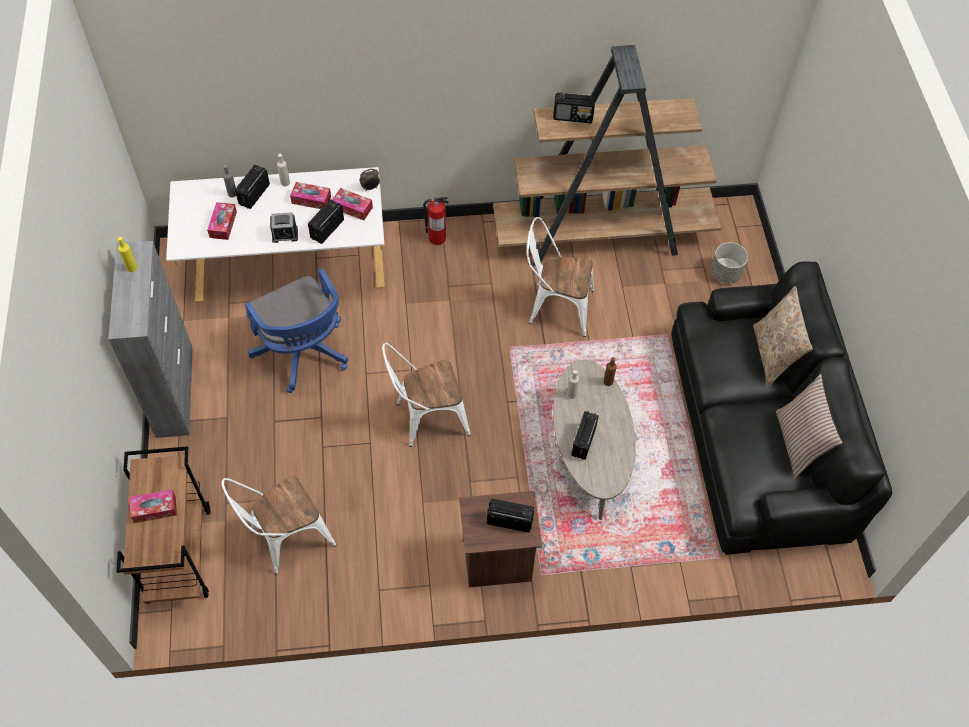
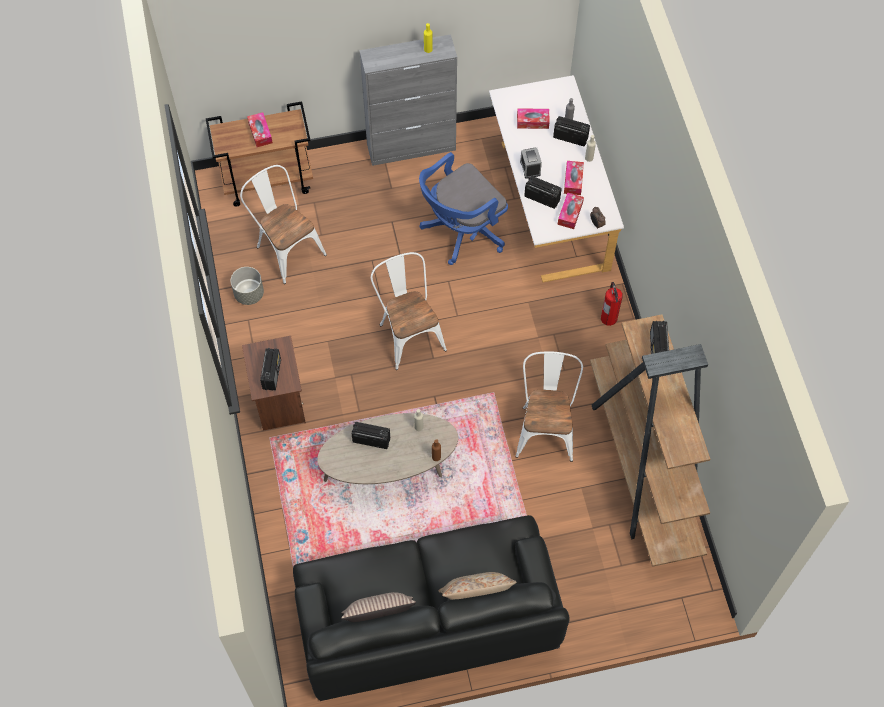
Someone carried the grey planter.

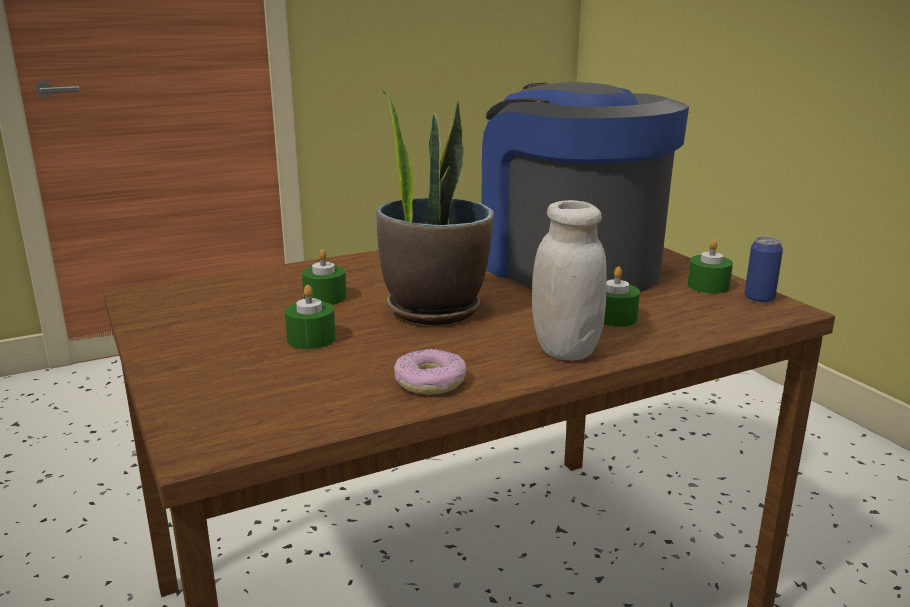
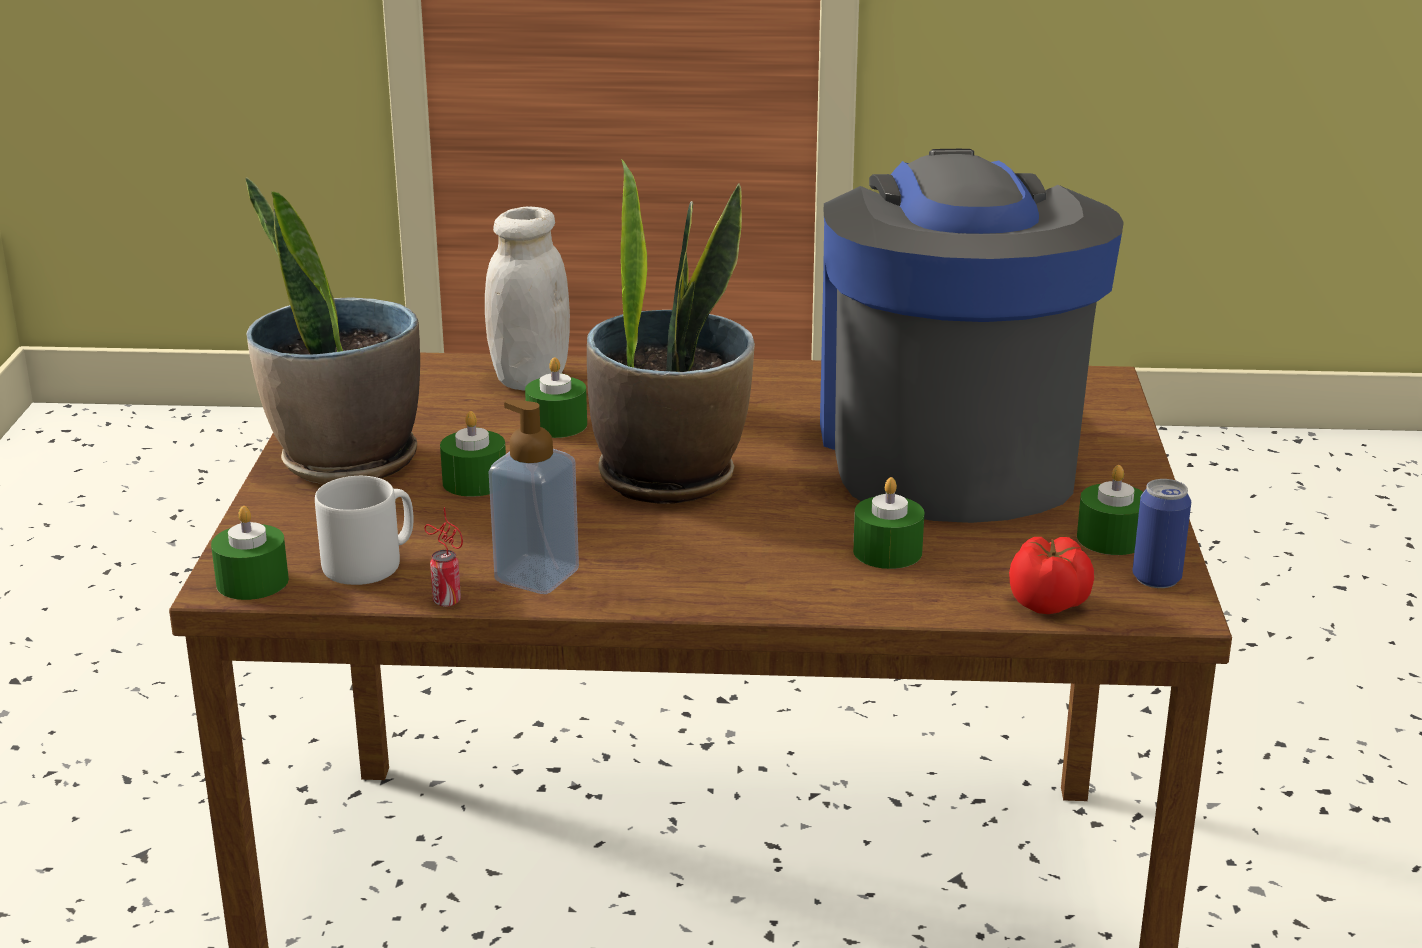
Someone carried the white jar. Someone swapped the donut for the soap dispenser. Someone put down the potted plant (no. 1 from left). Someone put down the grey mug. Someone put down the green candle (no. 1 from left). Someone put down the can (no. 1 from left). Someone put down the tomato.

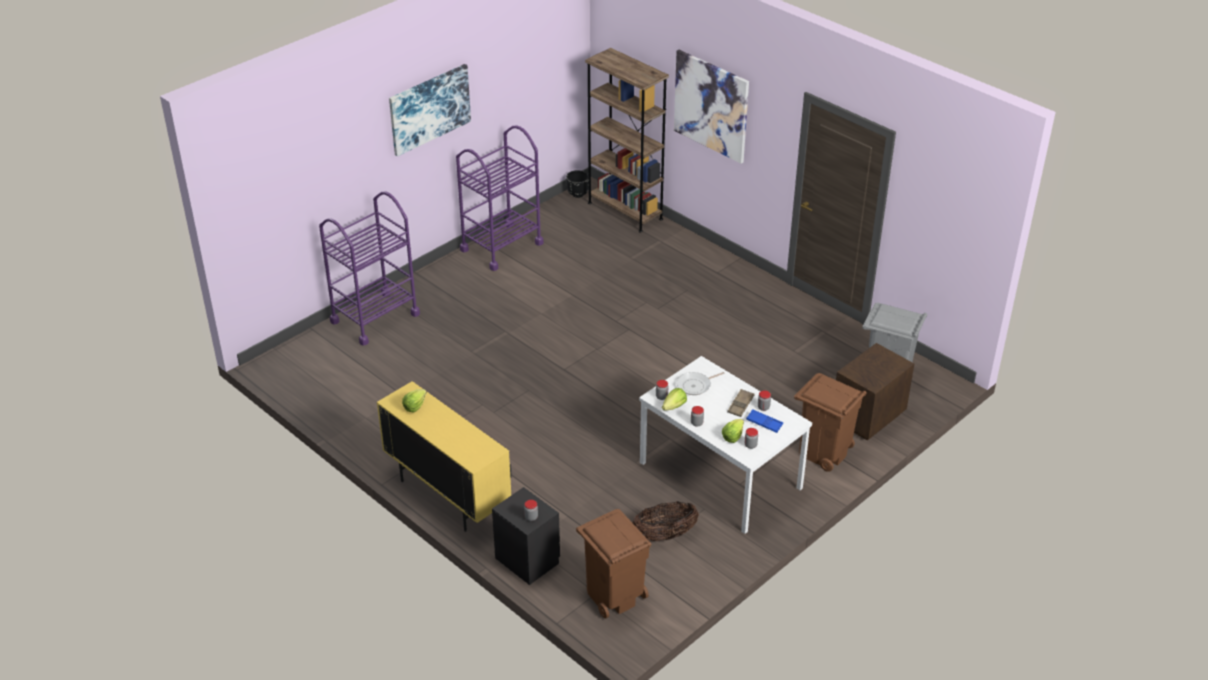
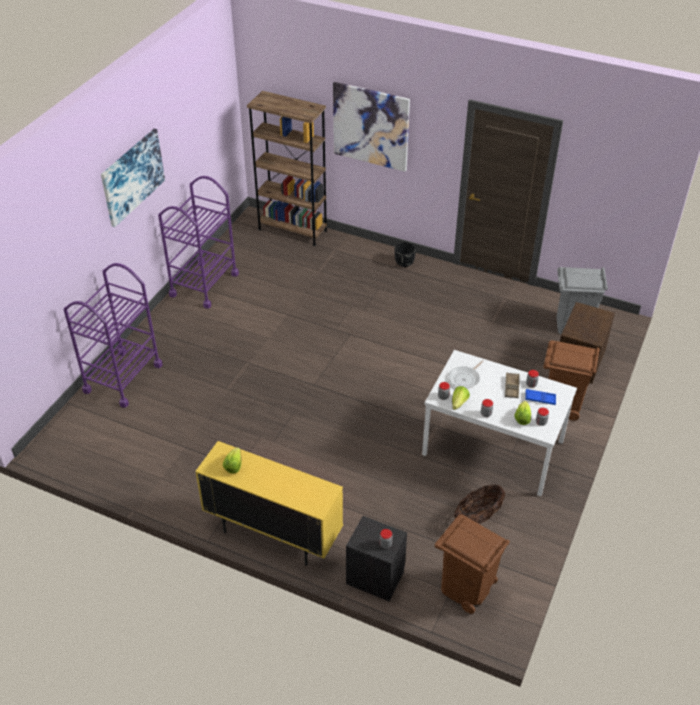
Someone carried the black planter.

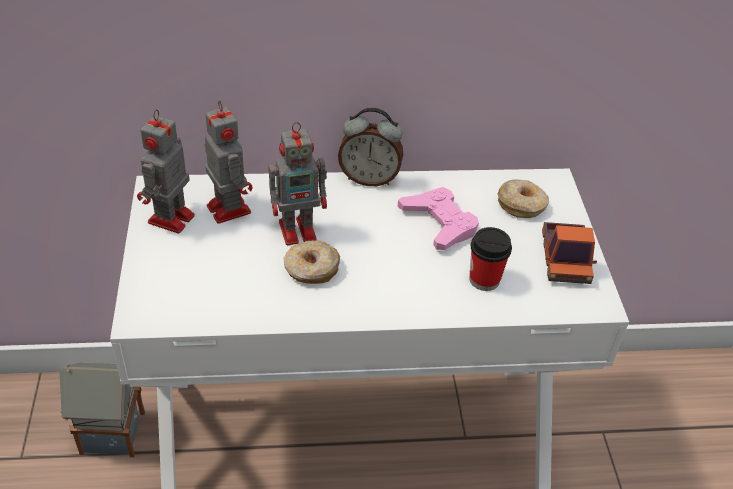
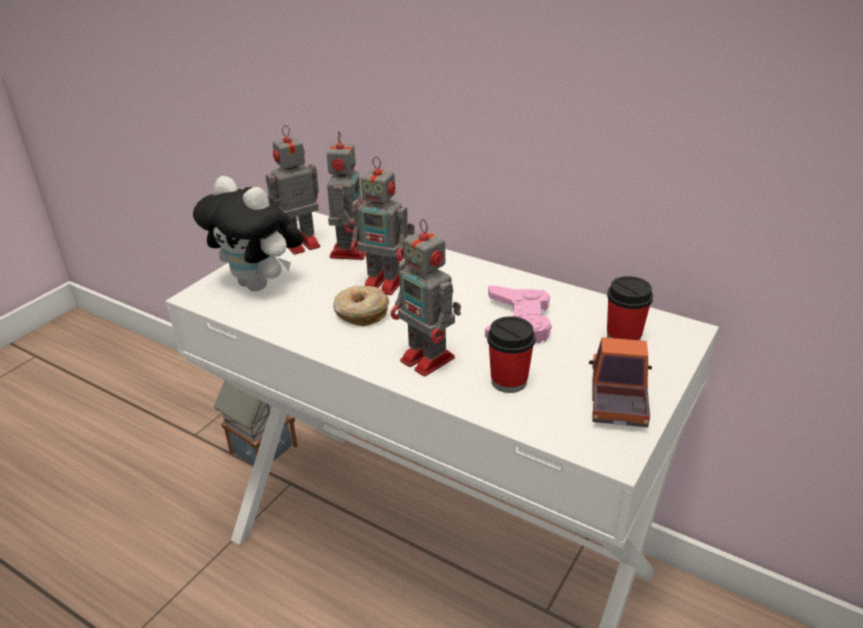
Someone took away the alarm clock. Someone swapped the donut (no. 2 from left) for the cup (no. 2 from left). Someone rotated the toy truck by 150 degrees clockwise. Someone put down the plush toy. Someone put down the toy robot (no. 4 from left).

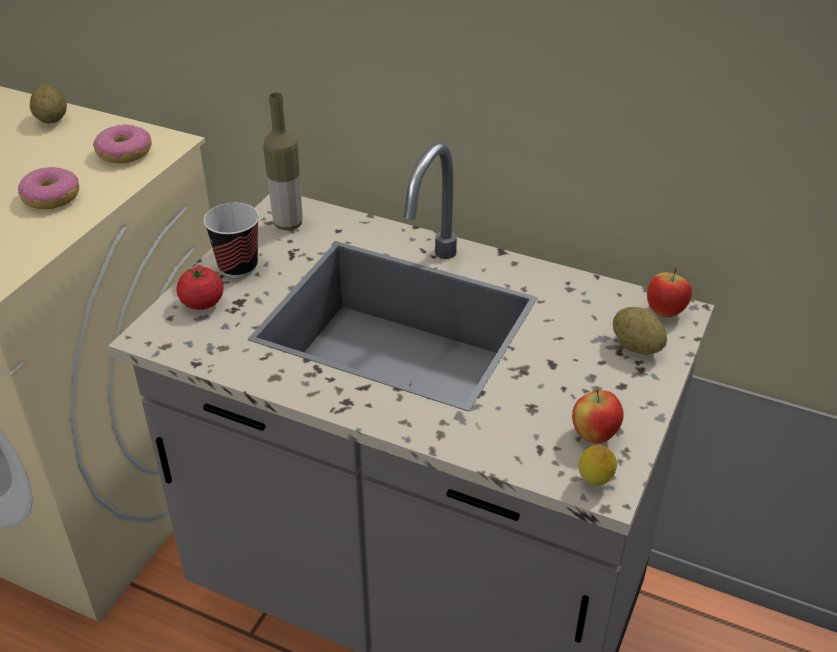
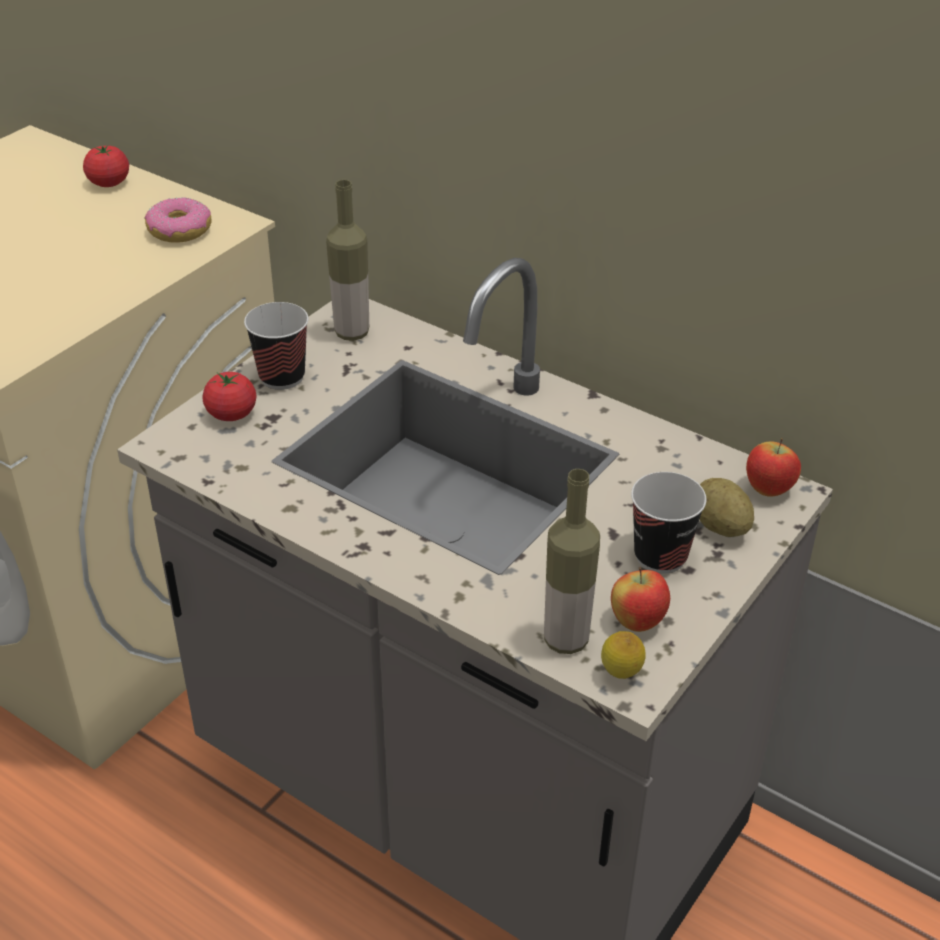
Someone swapped the potato (no. 1 from left) for the tomato (no. 1 from left). Someone took away the donut (no. 1 from left). Someone put down the bottle (no. 2 from left). Someone put down the cup (no. 2 from left).

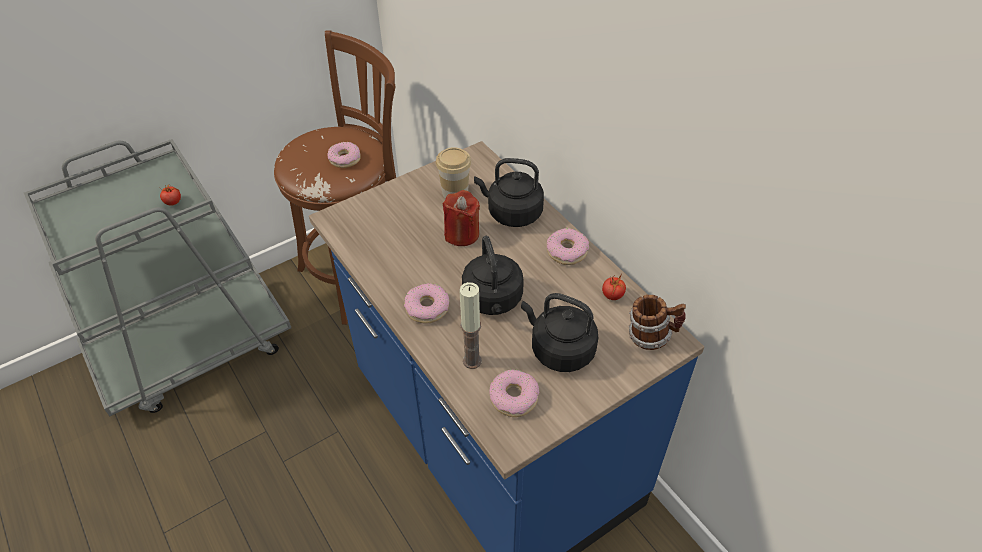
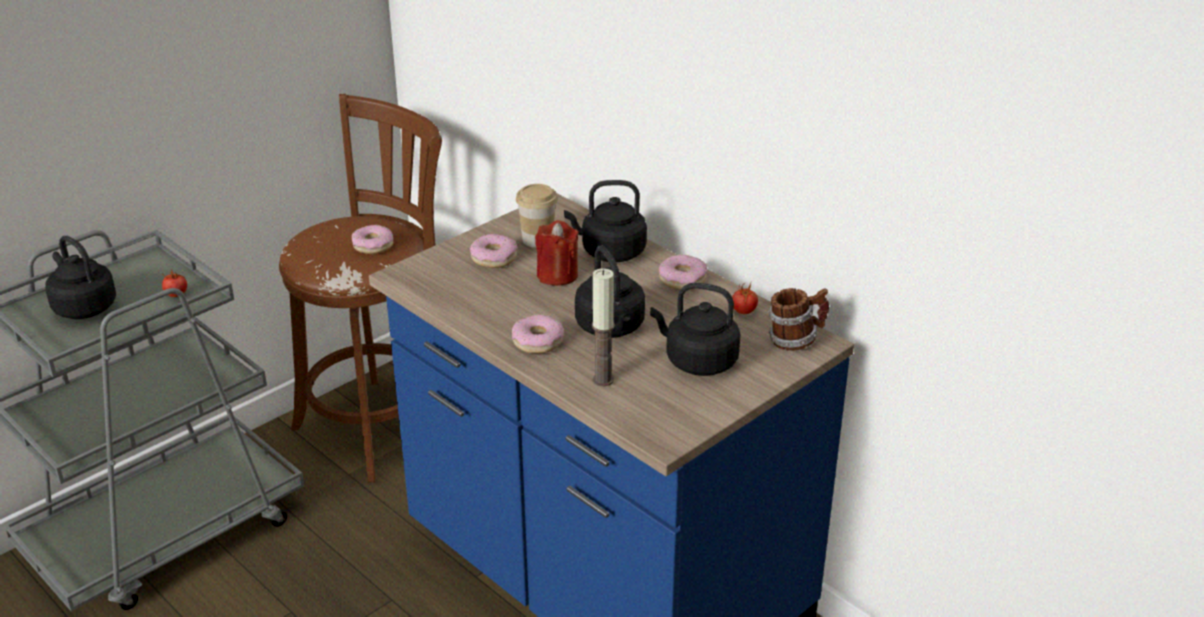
Someone carried the donut (no. 3 from left in the first image). Someone put down the black kettle (no. 1 from left).

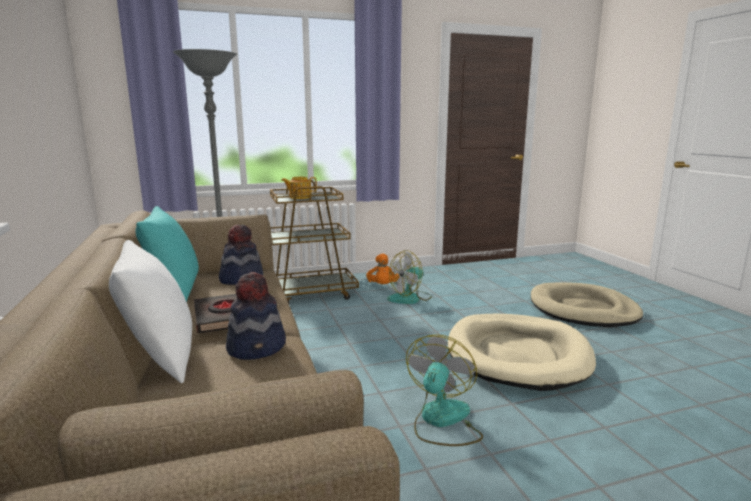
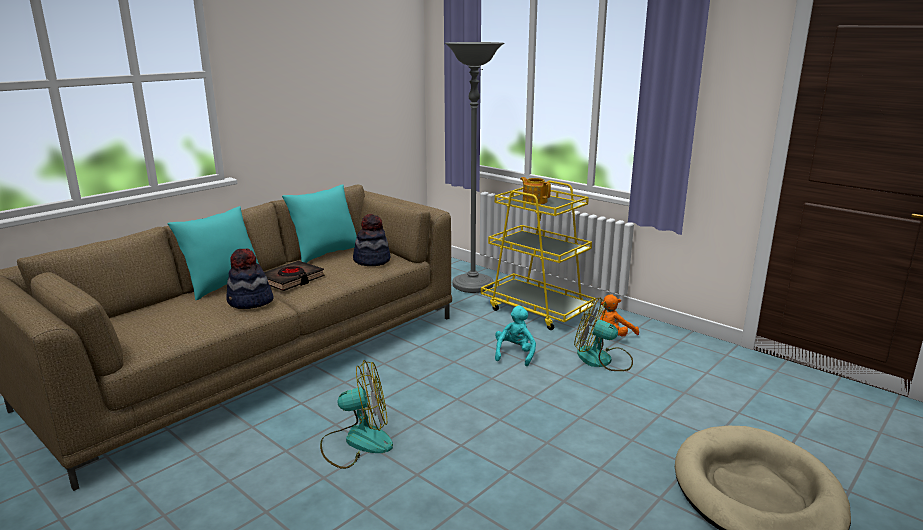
Someone repainted the brown cart, which became the yellow cart. Someone repainted the white pillow, which became the turquoise pillow (no. 1 from left). Someone took away the beige dog bed (no. 1 from left). Someone put down the turquoise plush toy.

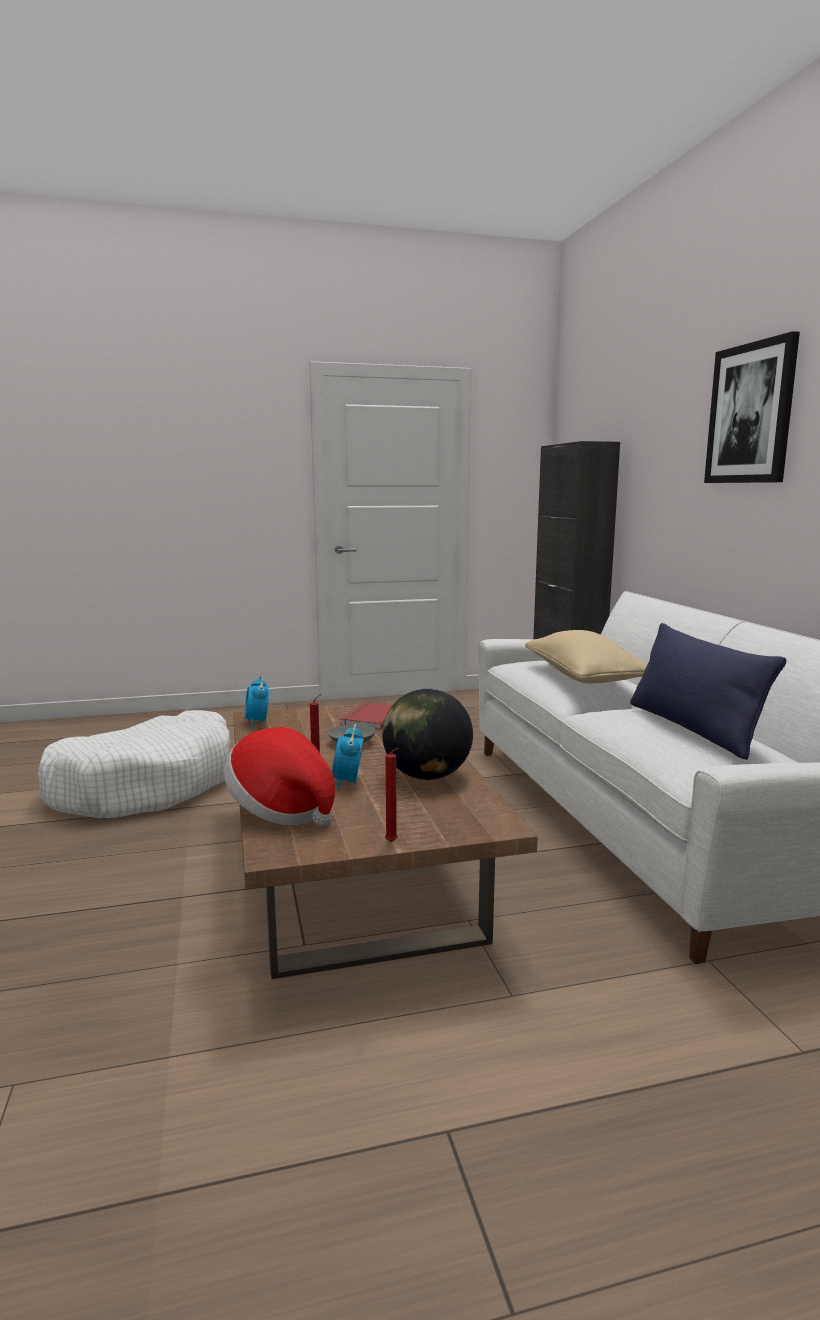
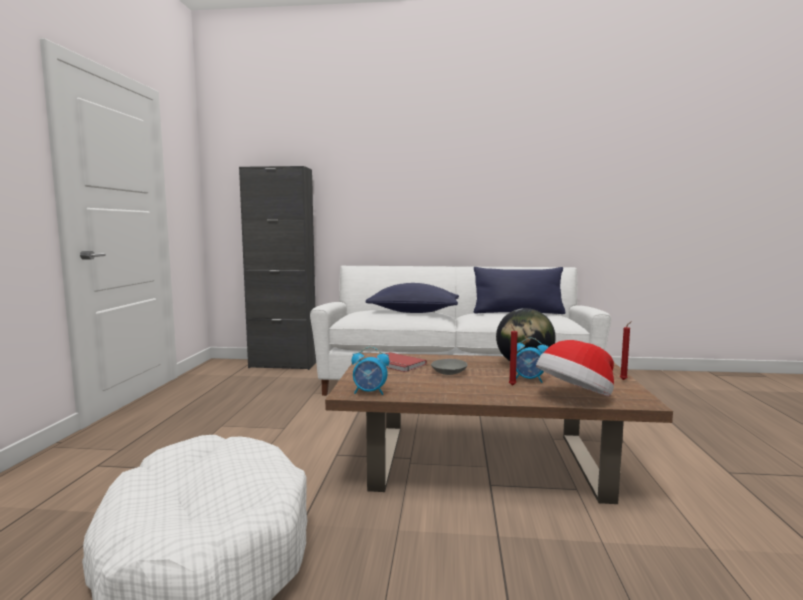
Someone took away the picture. Someone repainted the beige pillow, which became the blue pillow (no. 1 from left).

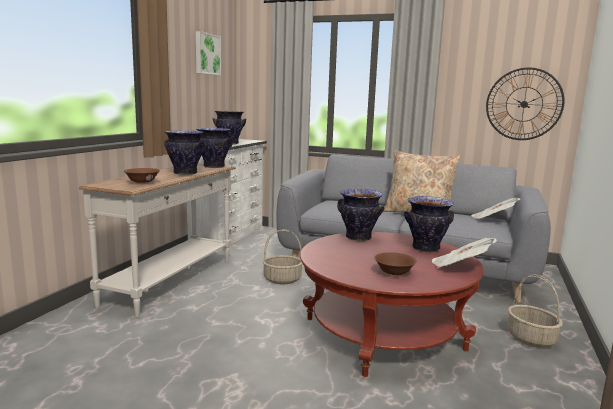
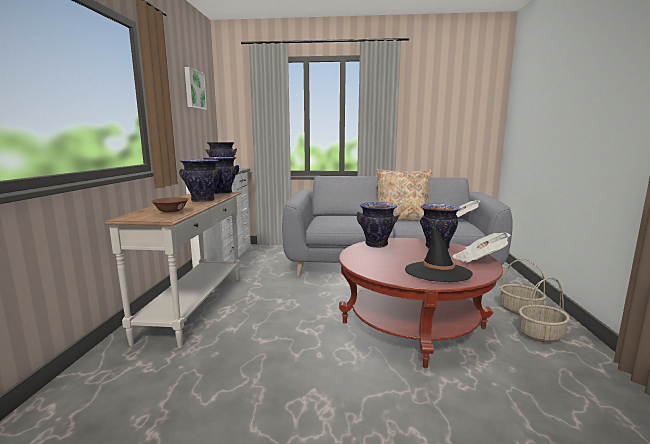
Someone took away the wall clock. Someone carried the basket (no. 1 from left in the first image). Someone swapped the brown bowl (no. 2 from left) for the black hat.

